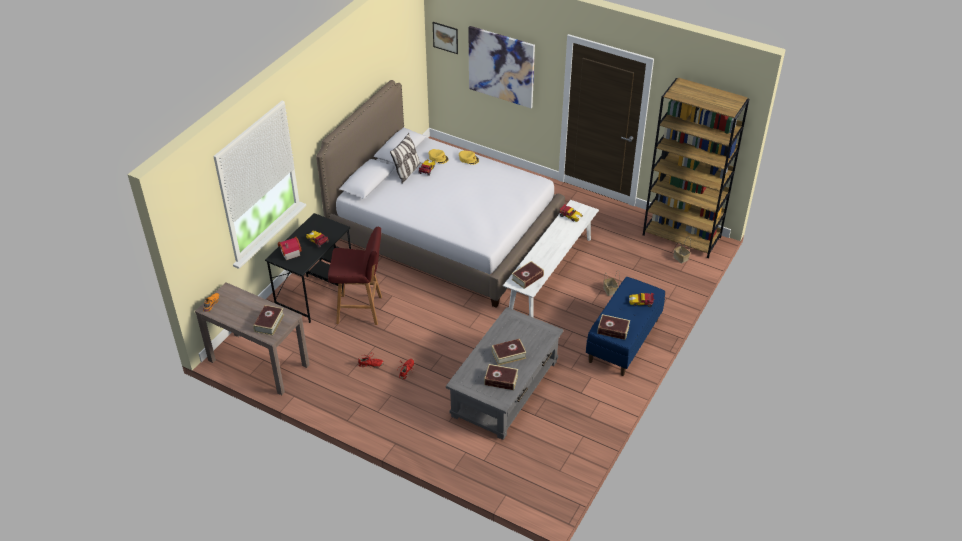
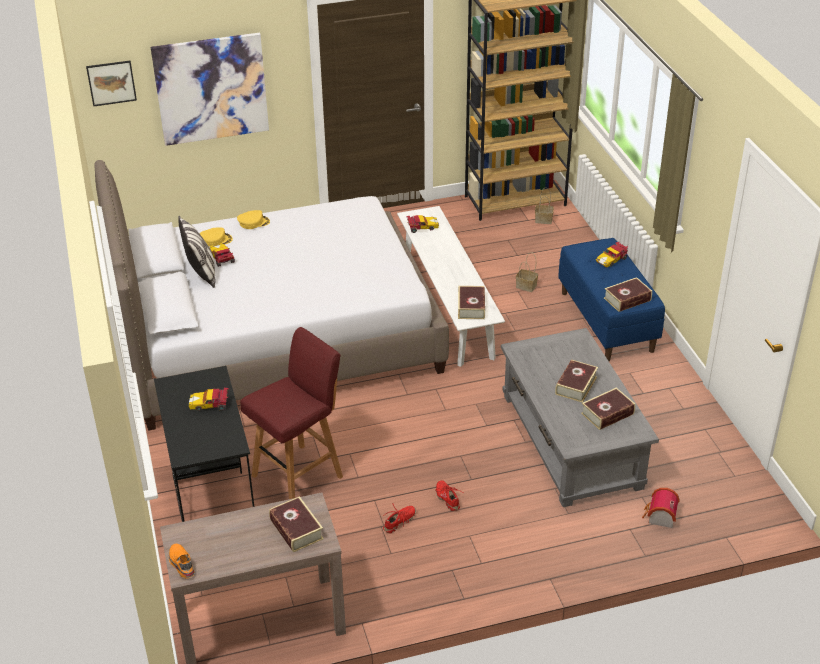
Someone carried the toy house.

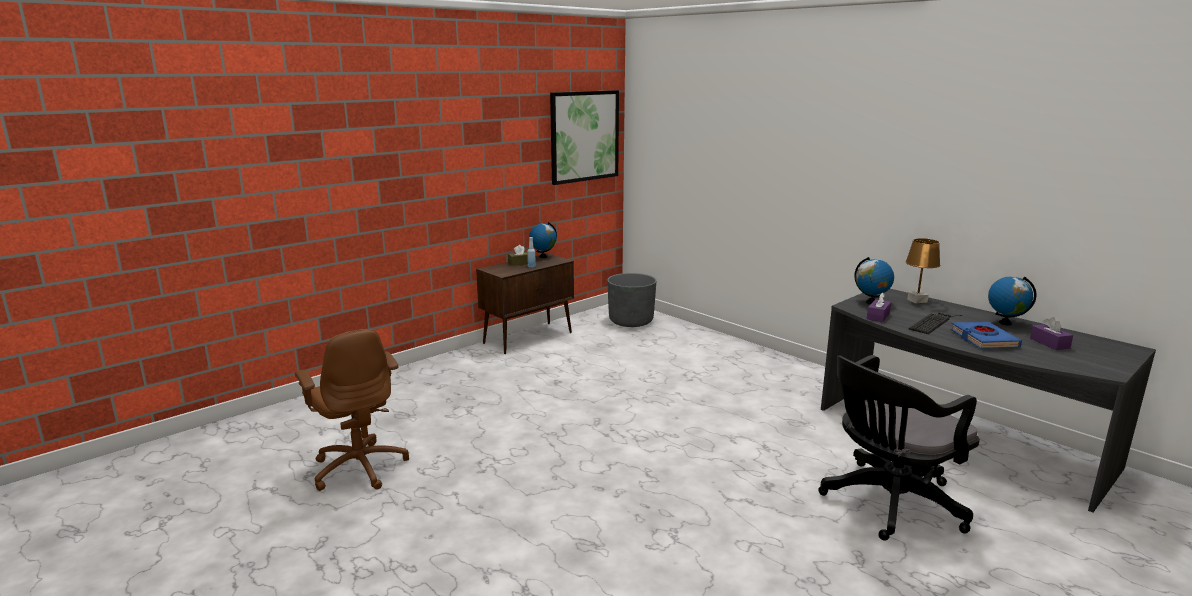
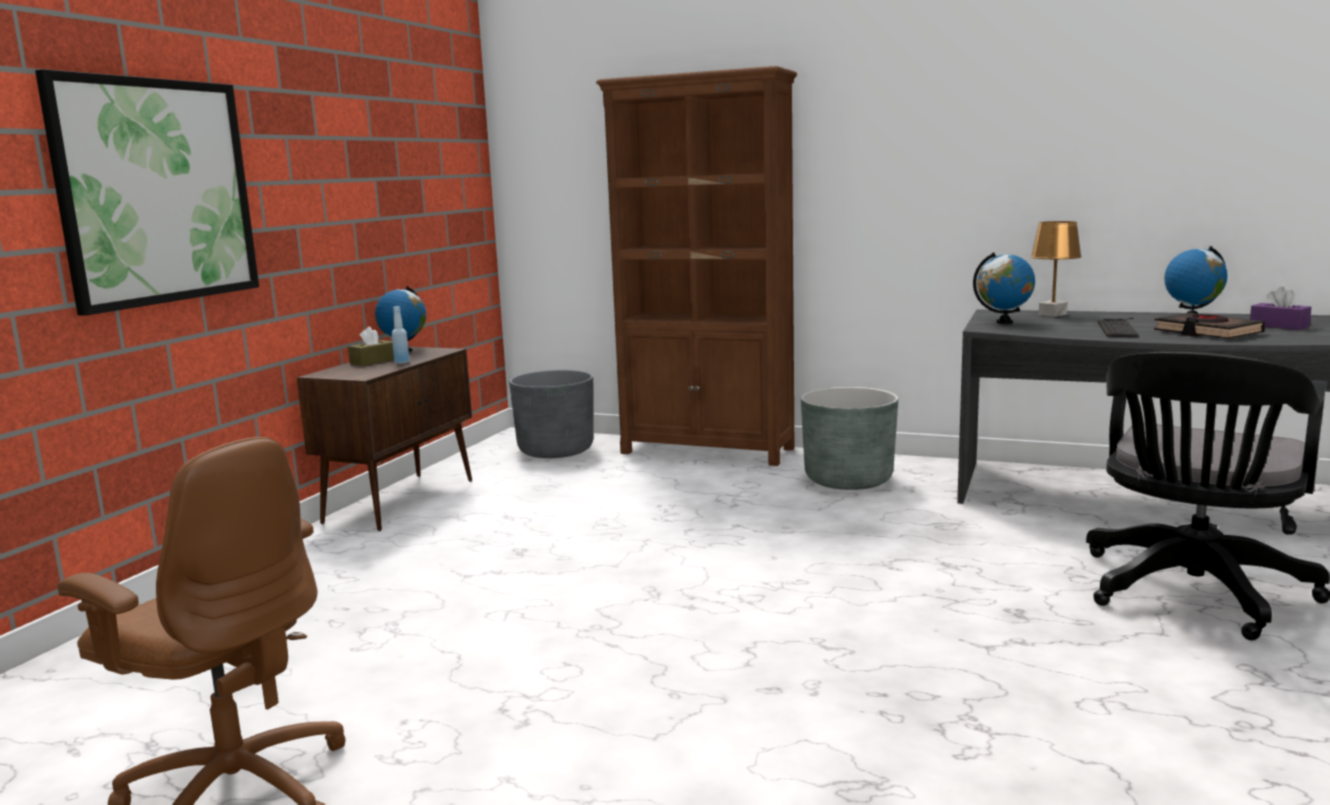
Someone carried the picture. Someone took away the purple tissue box (no. 1 from left). Someone repainted the blue book, which became the black book. Someone put down the brown bookcase. Someone put down the grey planter (no. 2 from left).

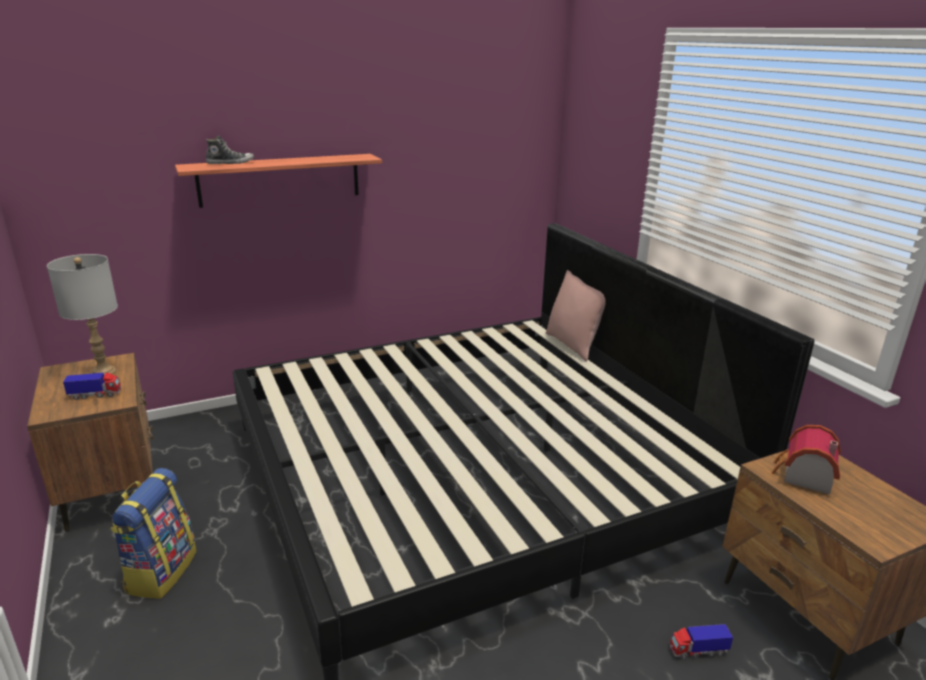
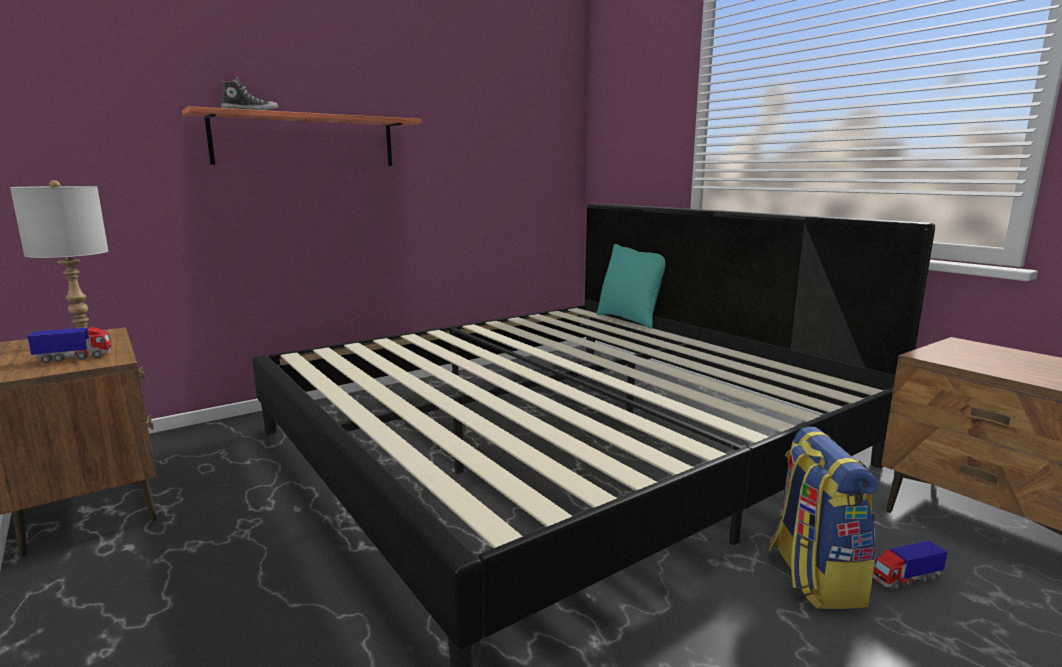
Someone repainted the pink pillow, which became the turquoise pillow. Someone took away the toy house. Someone carried the backpack.

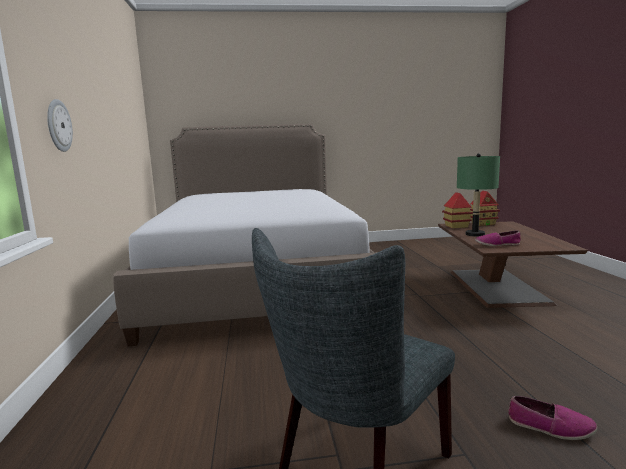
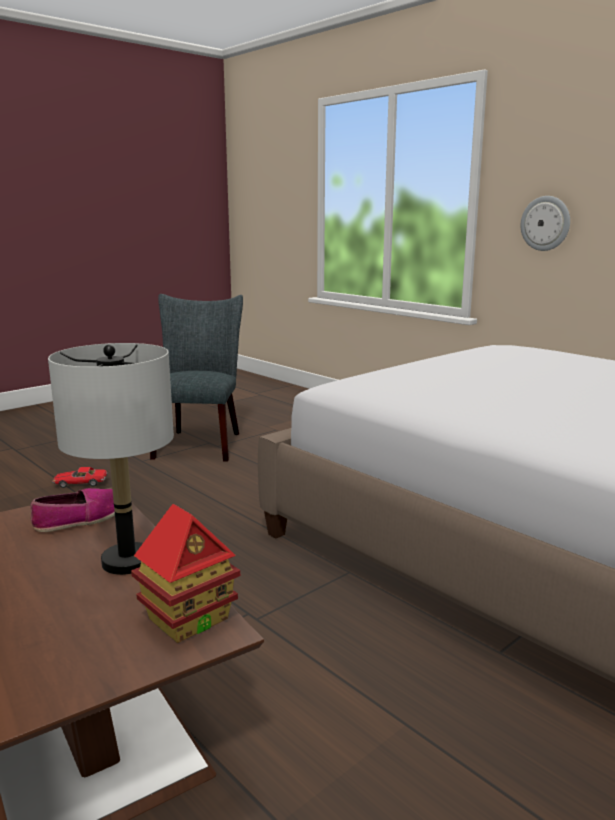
Someone repainted the green table lamp, which became the grey table lamp. Someone took away the toy house (no. 2 from left). Someone swapped the shoe (no. 2 from left) for the toy car.

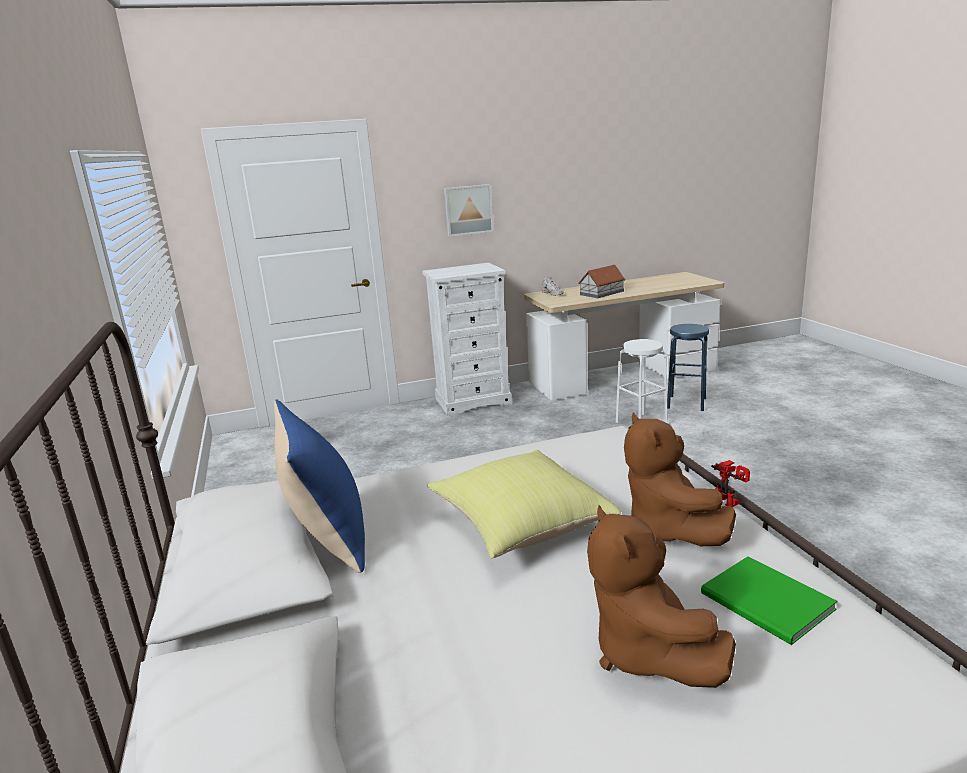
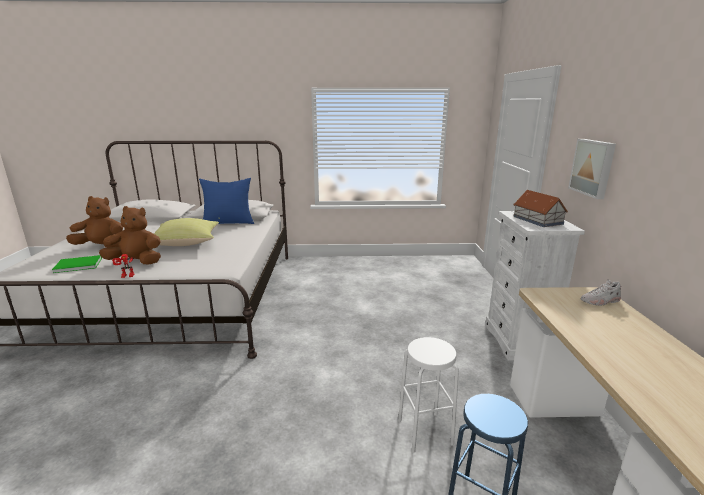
Someone carried the toy house.

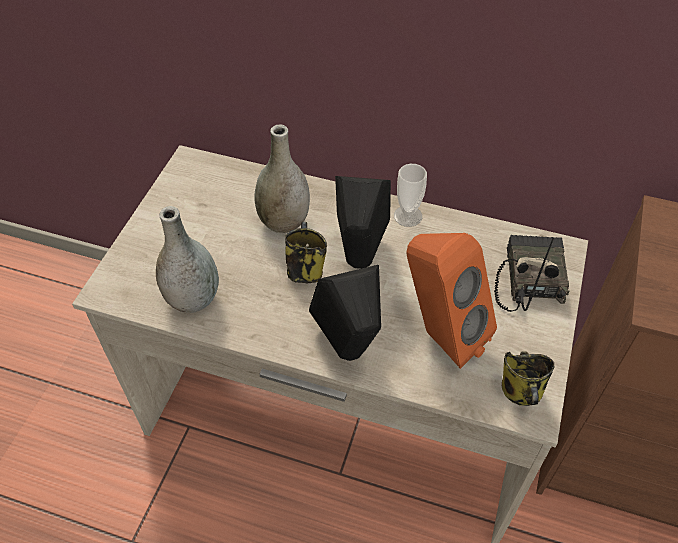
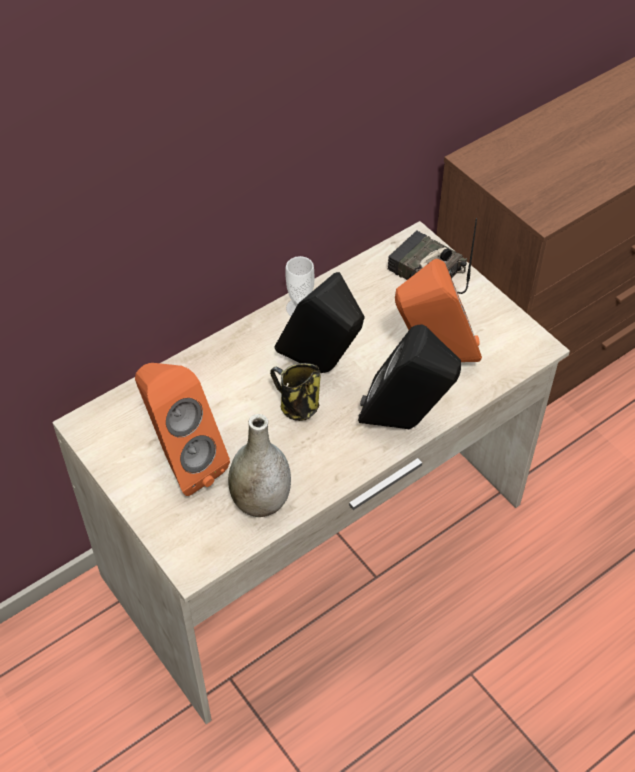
Someone took away the grey vase (no. 2 from left). Someone took away the mug (no. 2 from left). Someone put down the orange speaker (no. 1 from left).

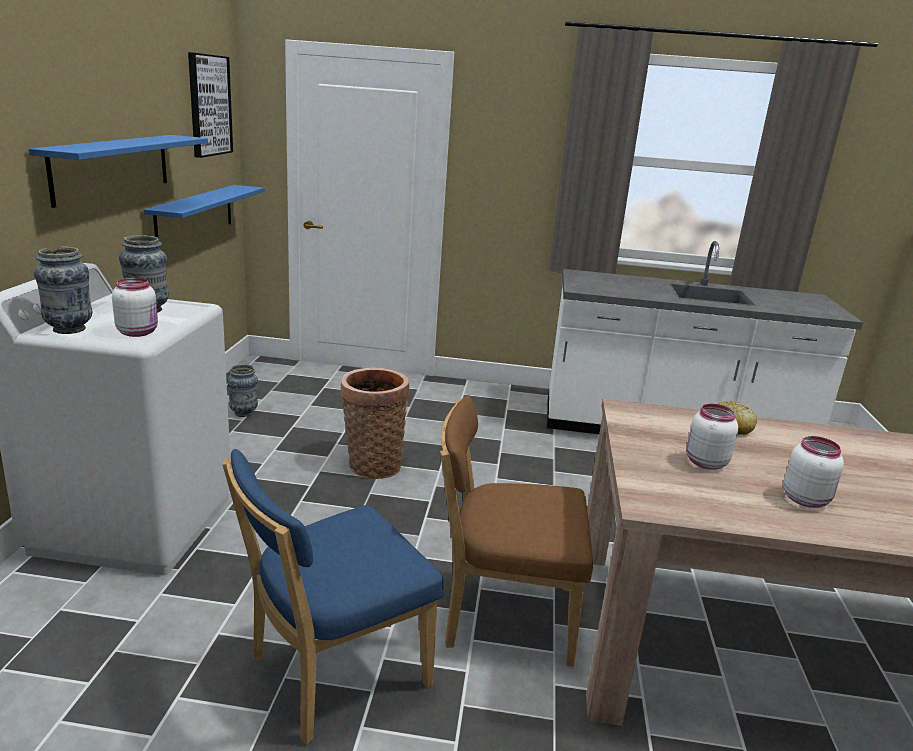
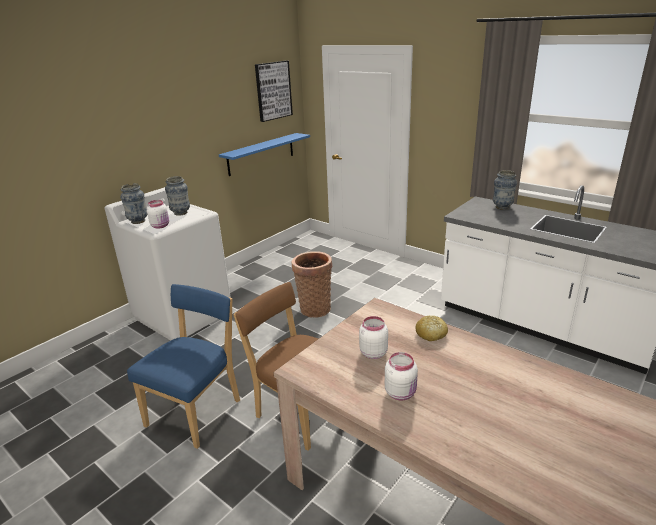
Someone took away the blue shelf (no. 1 from left). Someone carried the vase (no. 3 from left). Someone rotated the blue chair by 120 degrees clockwise.

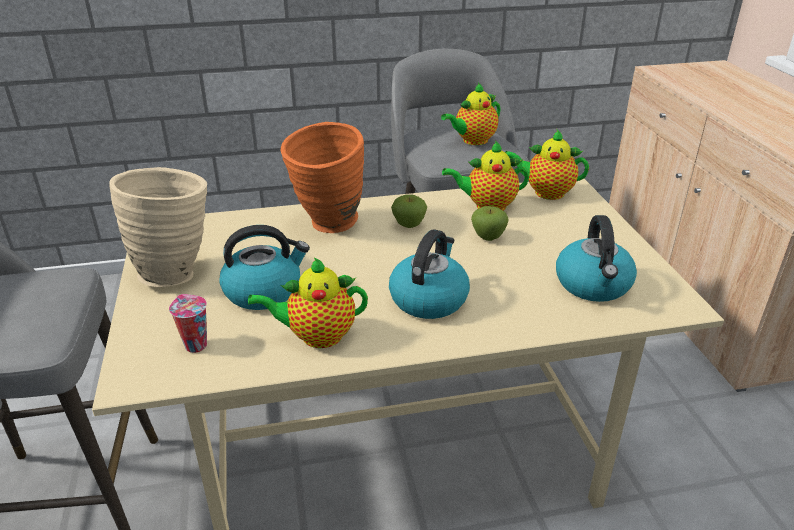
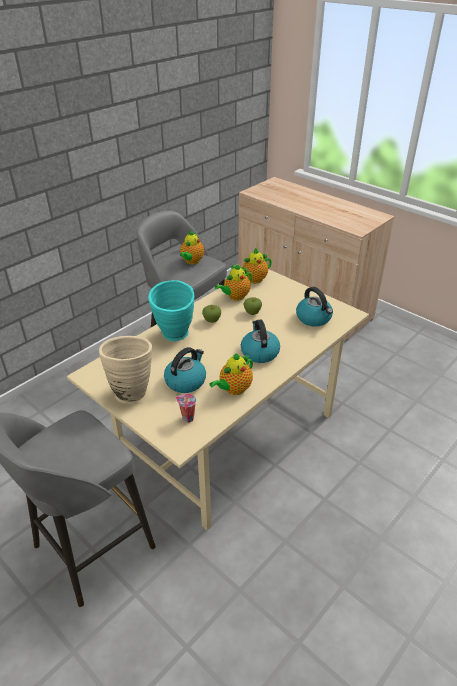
Someone repainted the orange vase, which became the turquoise vase.

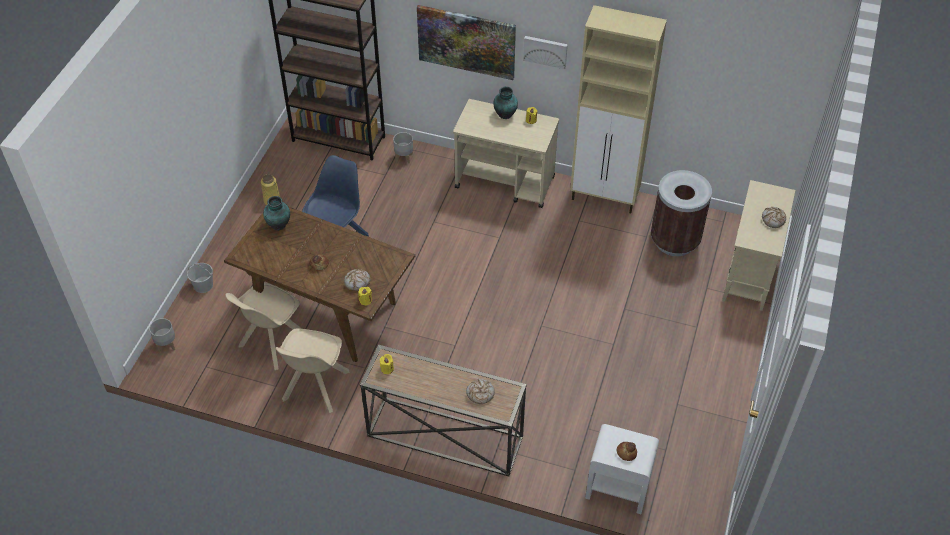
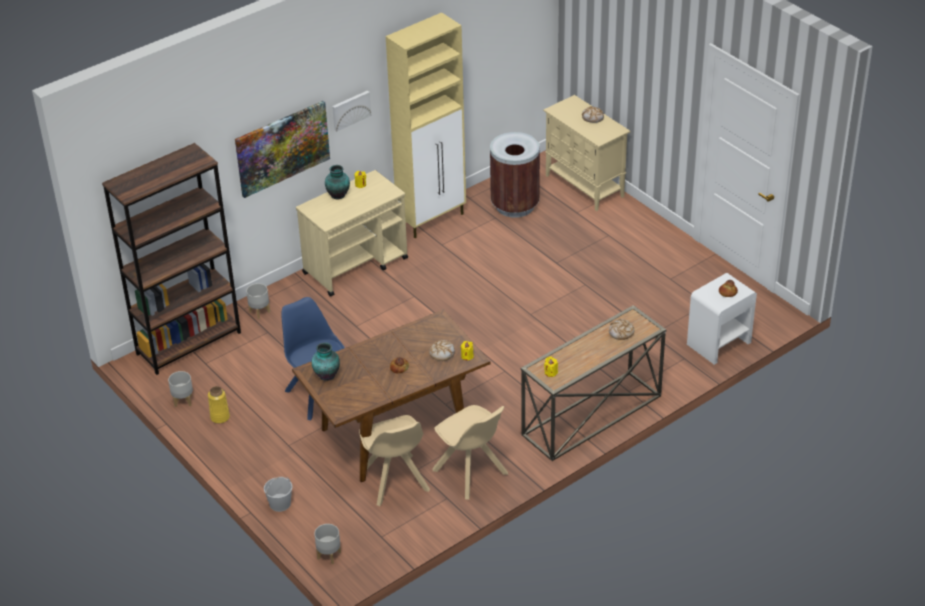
Someone put down the grey planter (no. 1 from left).

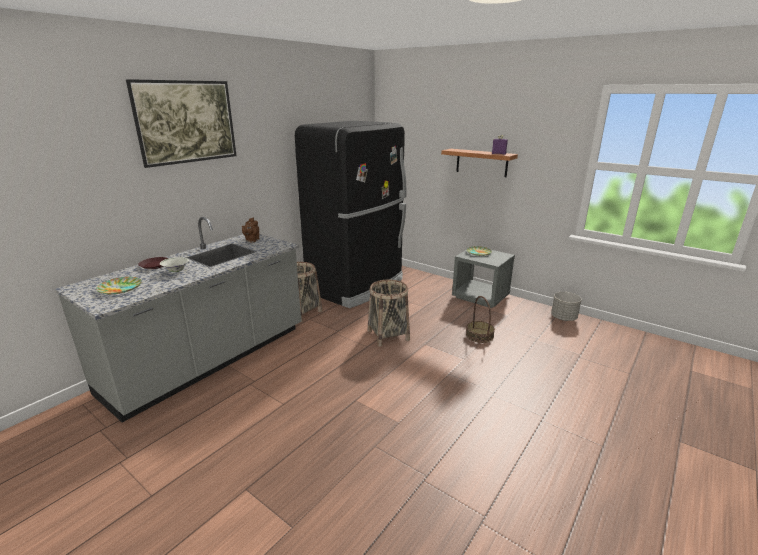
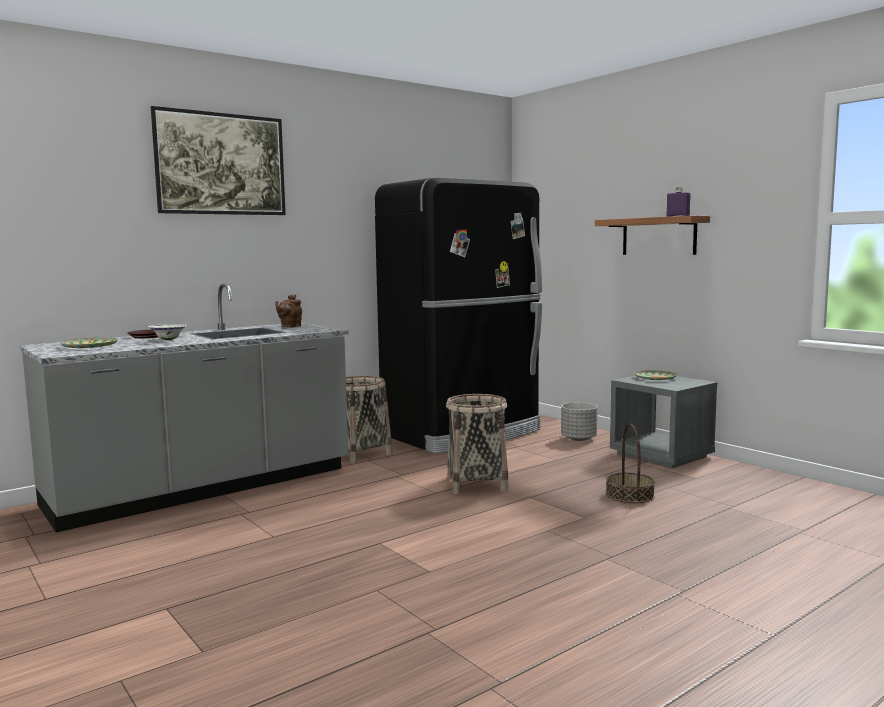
Someone carried the grey planter.

